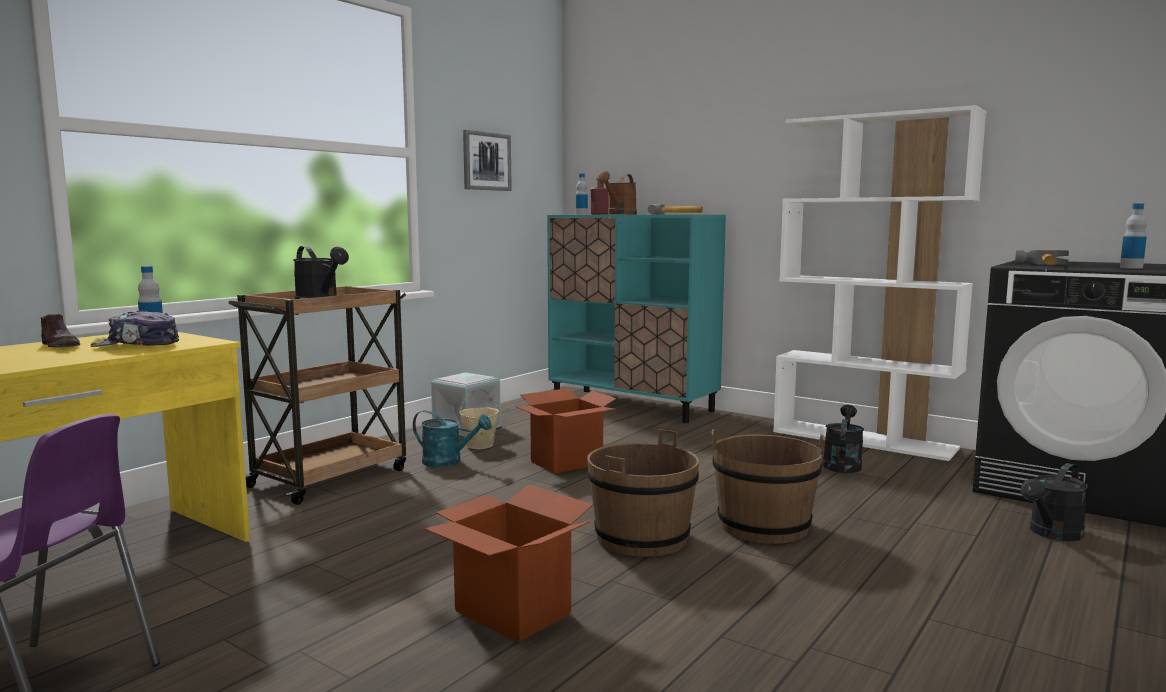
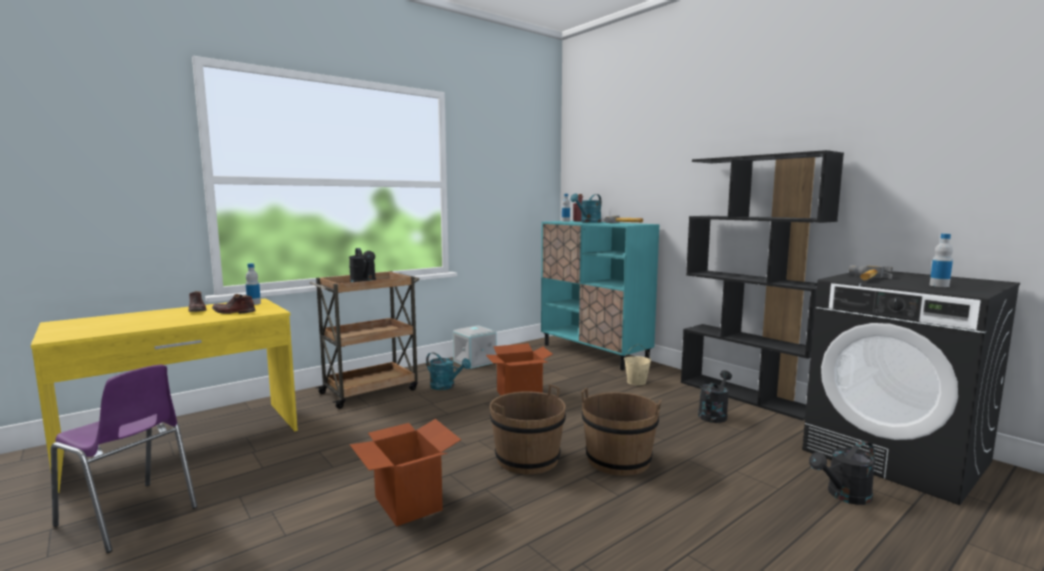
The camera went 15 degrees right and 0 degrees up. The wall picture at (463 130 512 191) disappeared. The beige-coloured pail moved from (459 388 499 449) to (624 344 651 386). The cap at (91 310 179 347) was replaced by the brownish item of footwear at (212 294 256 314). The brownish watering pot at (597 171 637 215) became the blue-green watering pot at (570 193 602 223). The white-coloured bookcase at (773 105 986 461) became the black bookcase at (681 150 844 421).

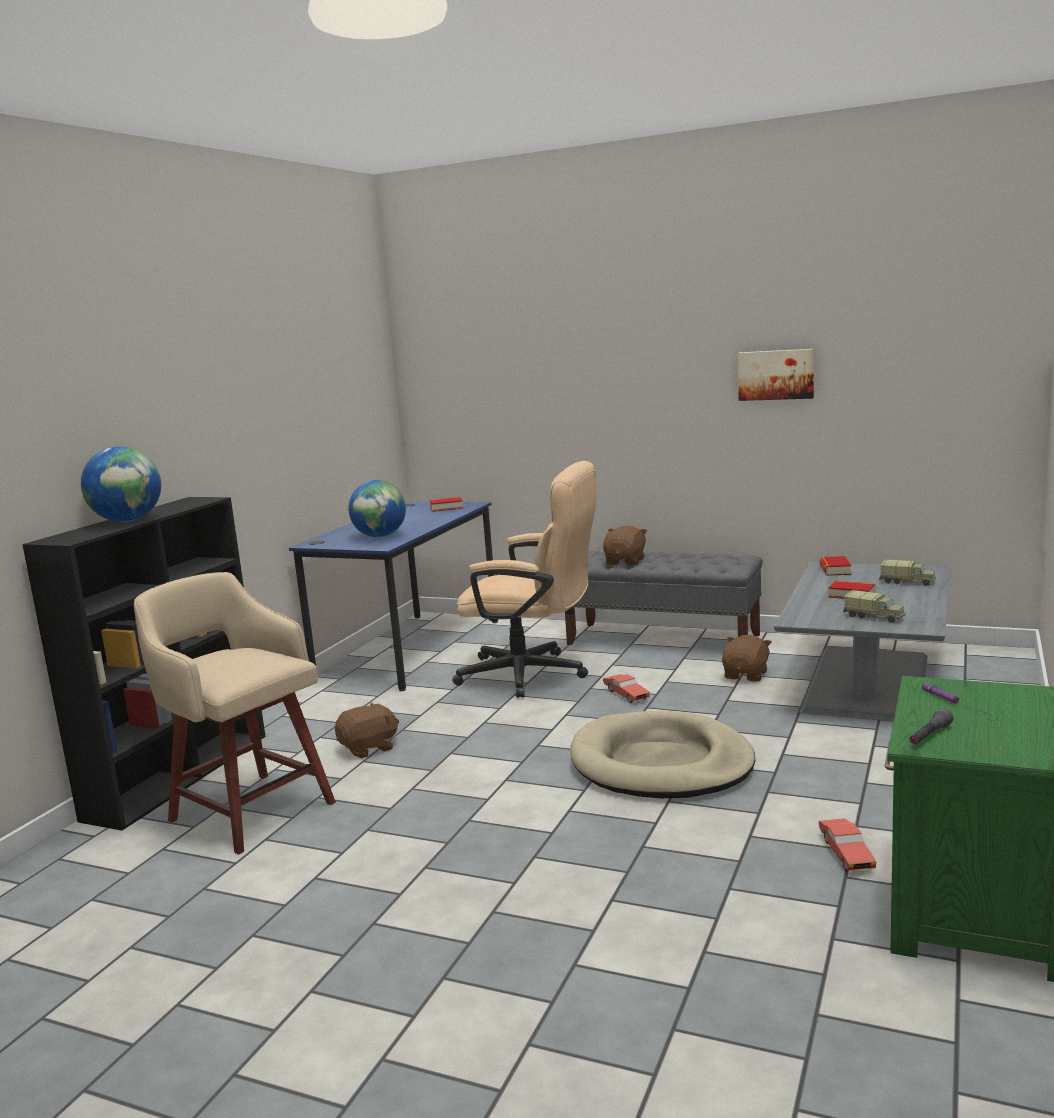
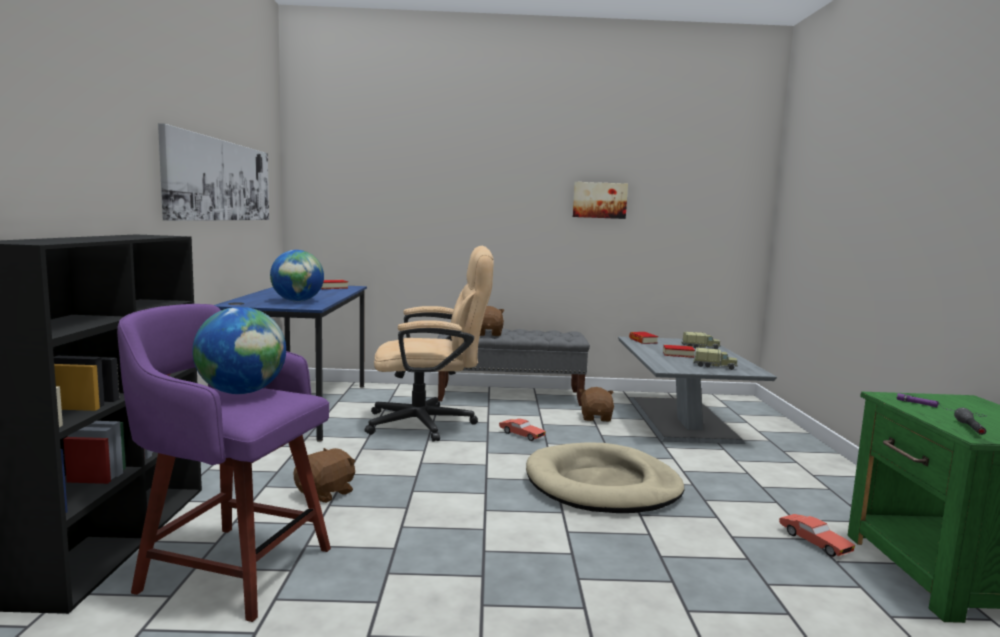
The camera went 25 degrees left and 5 degrees down. The wall picture at (158 123 269 221) appeared. The globe moved from (81 447 161 522) to (192 307 286 394). The beige-coloured stool at (134 572 336 855) became the purple-coloured stool at (117 304 331 622).

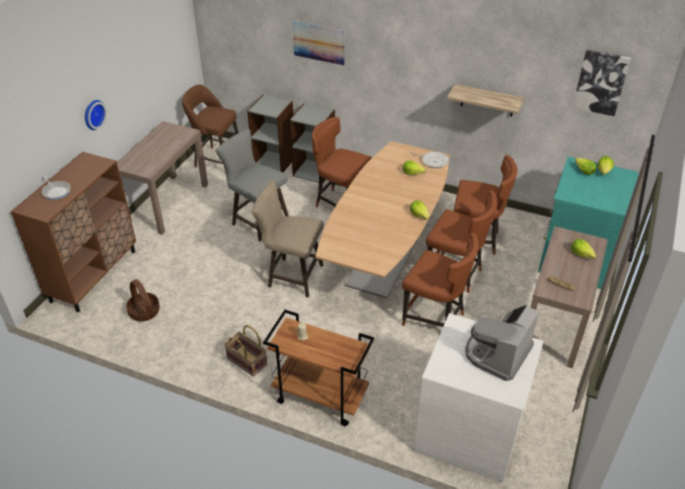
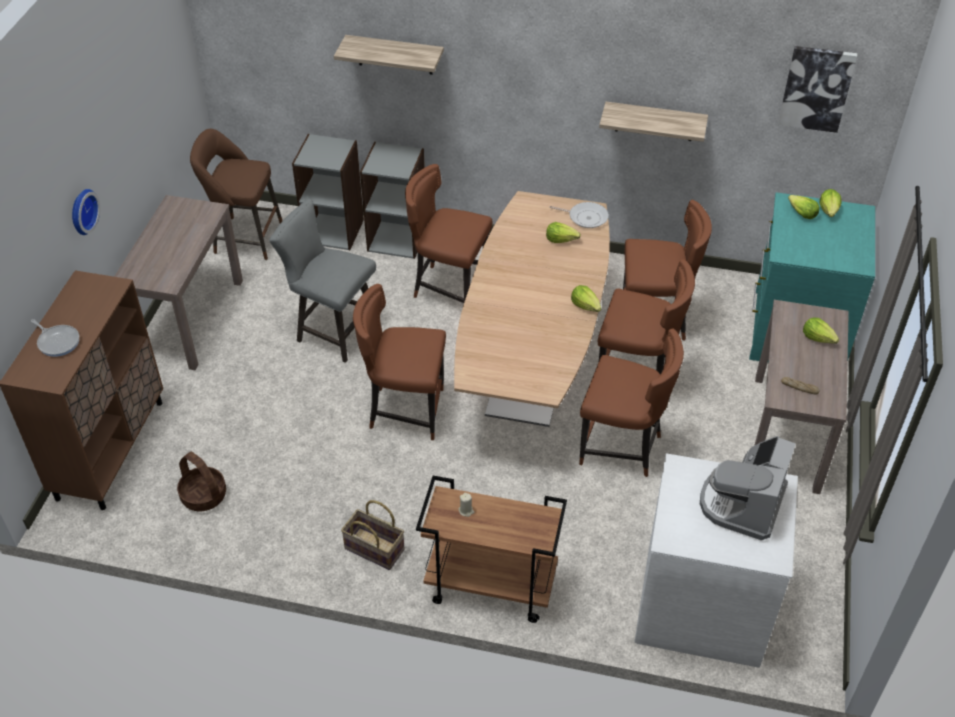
The camera went 10 degrees left and 5 degrees up. The beige-coloured stool at (252 181 324 297) was replaced by the brownish plain chair at (353 284 446 440). The wall picture at (293 21 345 65) was replaced by the wall shelf at (334 35 444 75).

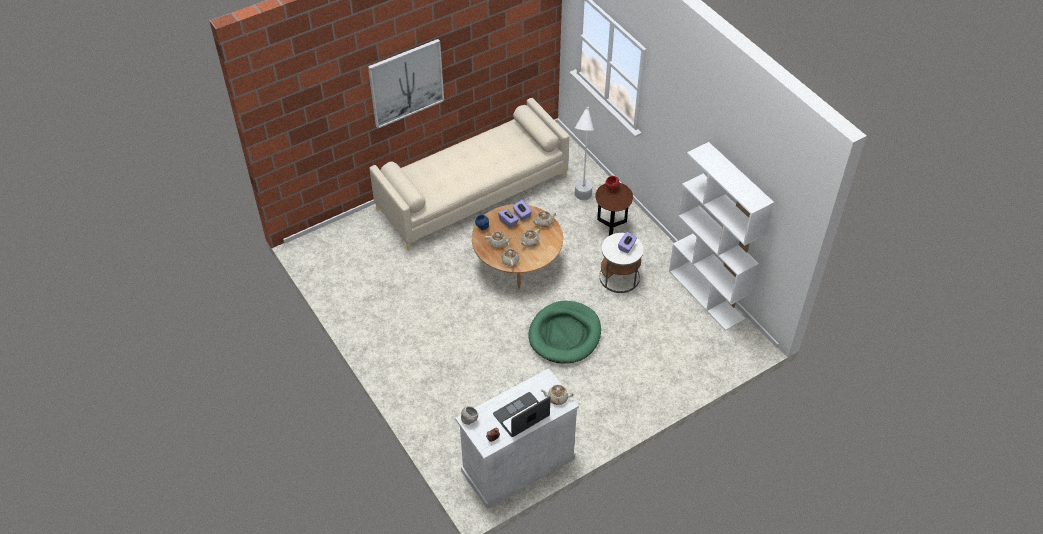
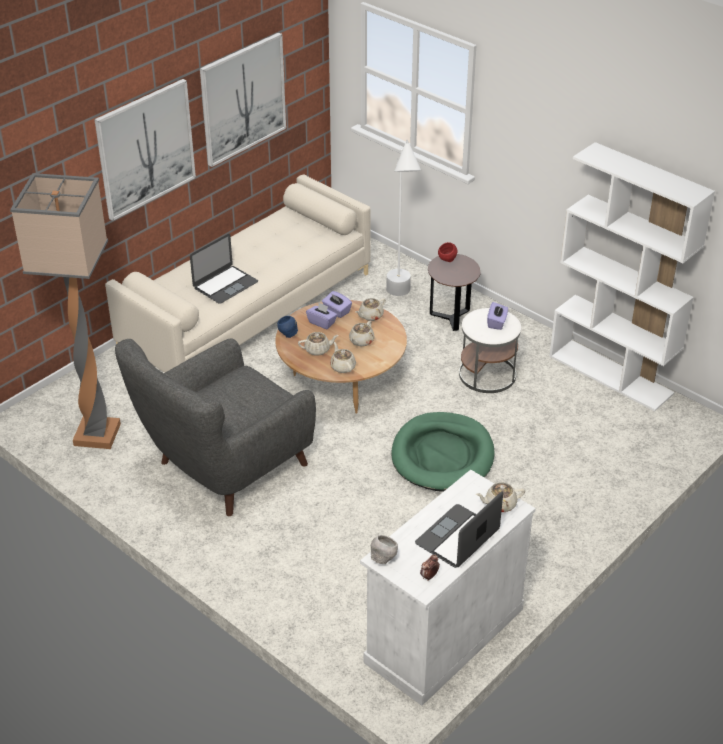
The camera went 15 degrees left and 10 degrees down. The standard lamp at (10 173 121 449) appeared. The grey armchair at (115 339 316 516) appeared. The laptop at (190 234 258 304) appeared. The wall picture at (200 33 286 167) appeared.

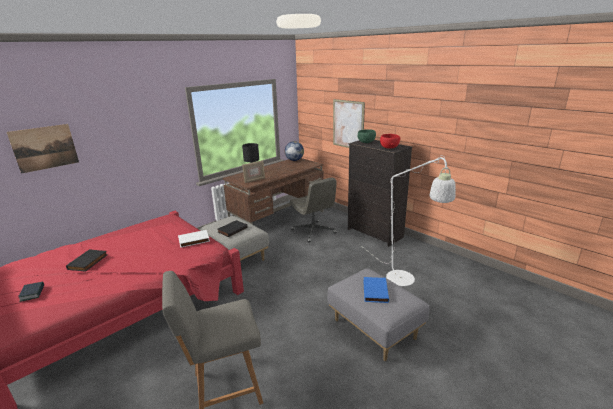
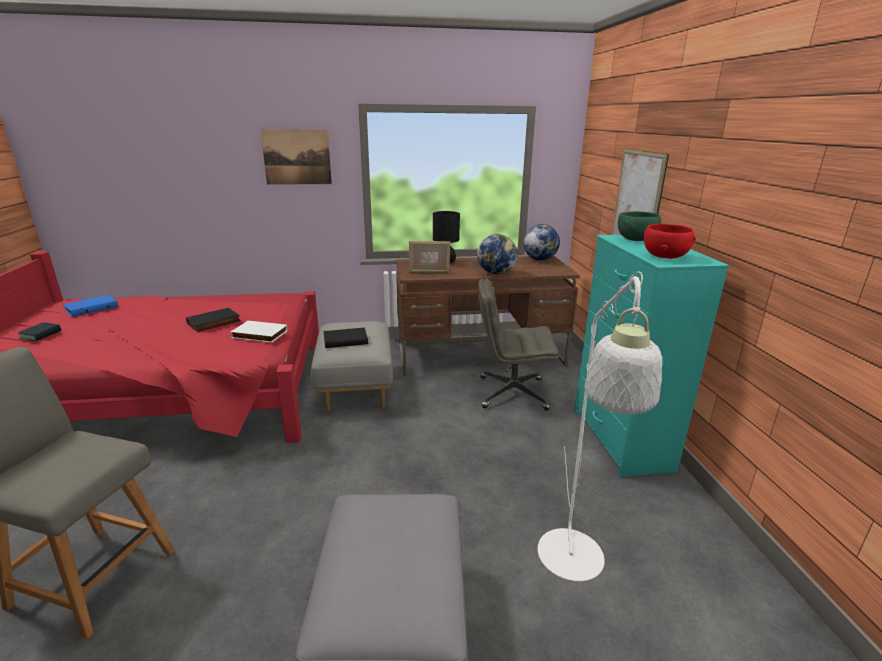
The camera went 35 degrees right and 0 degrees up. The globe at (477 234 517 274) appeared. The wall picture moved from (7 124 79 174) to (260 130 332 185). The black bound book moved from (66 249 108 272) to (186 308 241 332). The blue-coloured bound book moved from (363 277 389 303) to (63 295 118 317). The black drawer chest at (348 140 412 247) became the blue-green drawer chest at (574 235 729 477). The grey computer chair at (289 177 337 242) turned 90 degrees clockwise.

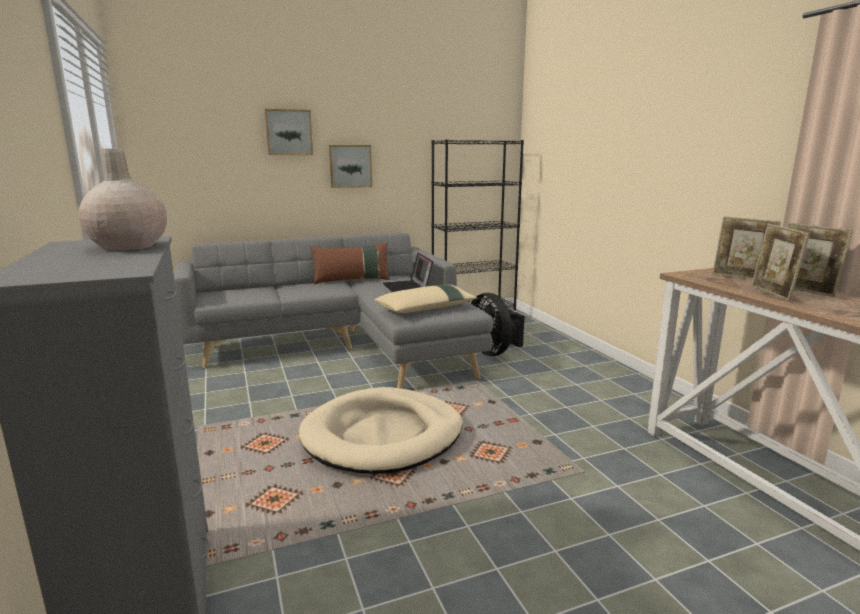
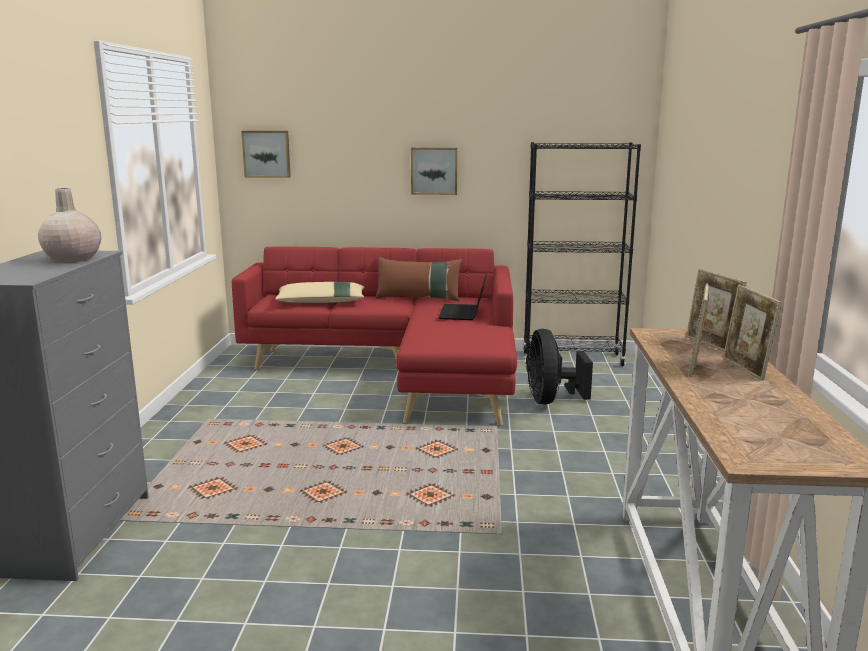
The camera went 25 degrees right and 0 degrees up. The beige-coloured dog cushion at (299 387 463 474) disappeared. The wall picture moved from (265 109 313 155) to (241 131 291 178). The beige-coloured throw pillow moved from (375 284 477 313) to (275 282 365 303). The grey couch at (174 233 493 389) became the red-coloured couch at (232 246 517 426).

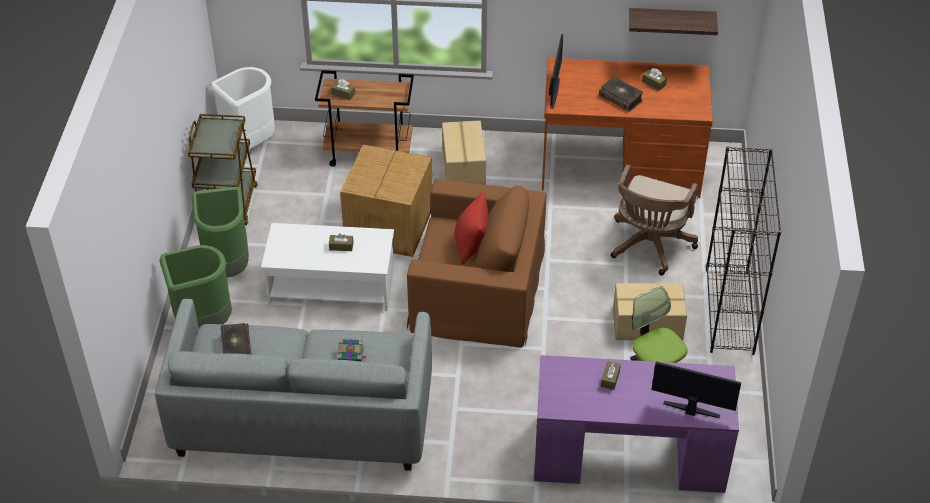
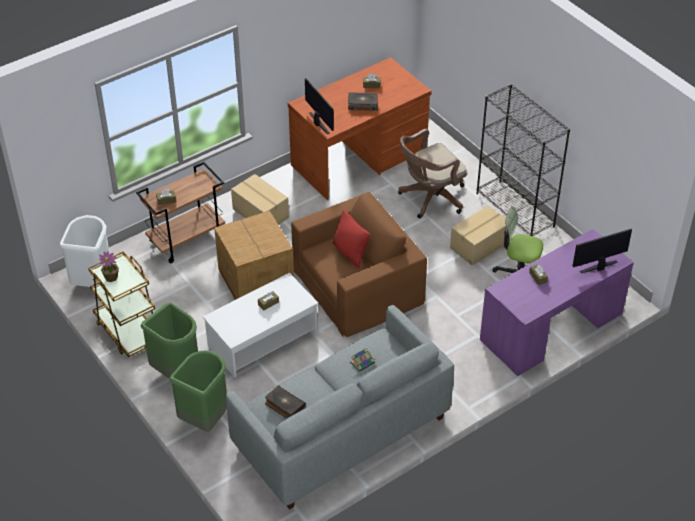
The camera went 40 degrees left and 0 degrees up. The wall shelf at (629 8 718 35) disappeared. The plant in a pot at (99 251 119 282) appeared. The brownish computer chair at (611 164 698 275) turned 75 degrees clockwise.

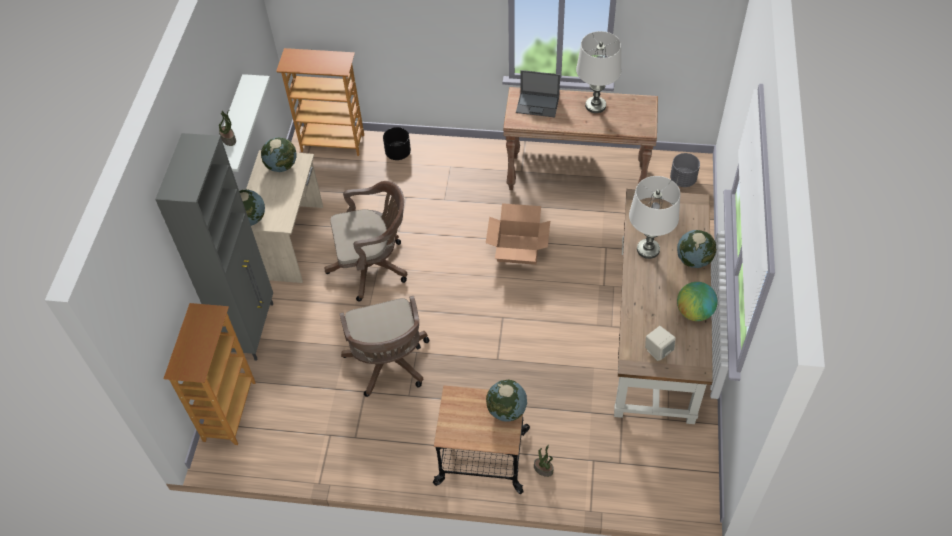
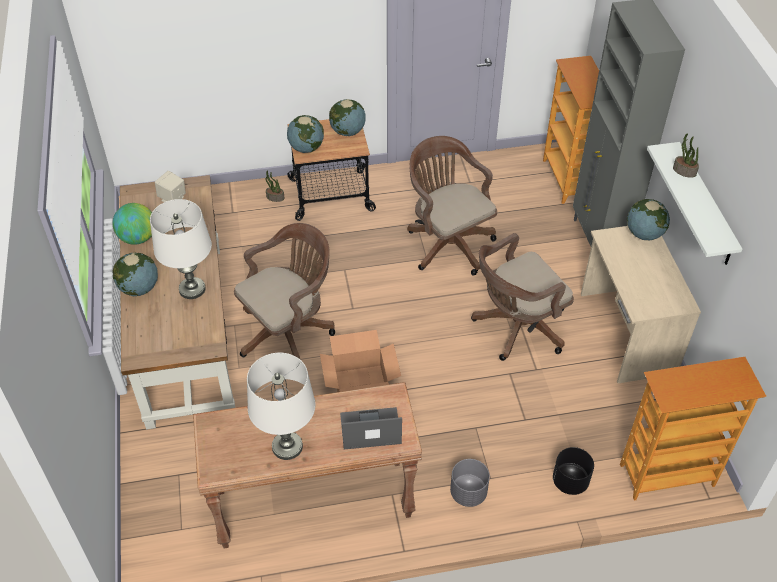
The camera went 160 degrees right and 5 degrees down. The brownish computer chair at (234 223 335 360) appeared. The globe moved from (261 137 297 172) to (329 99 366 136). The grey flower pot moved from (670 153 700 187) to (450 459 490 507).

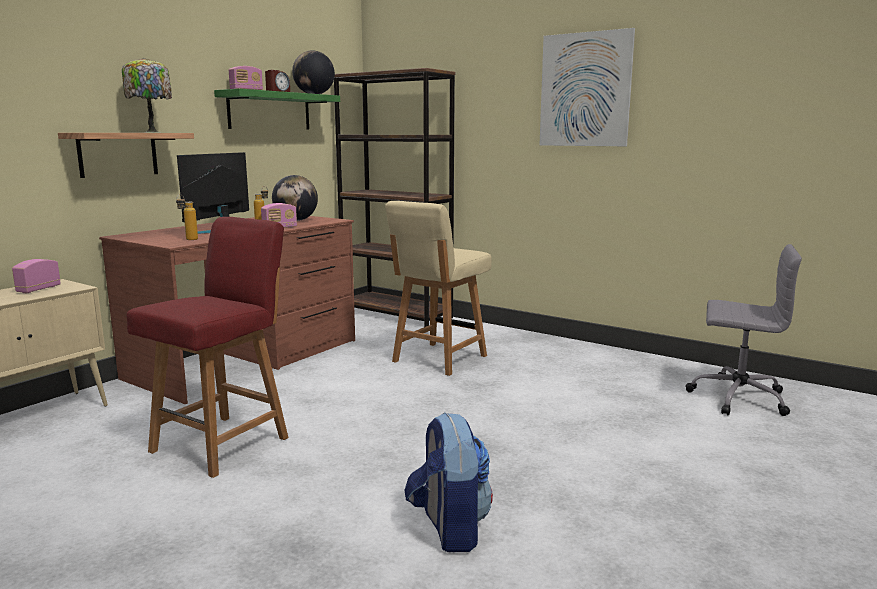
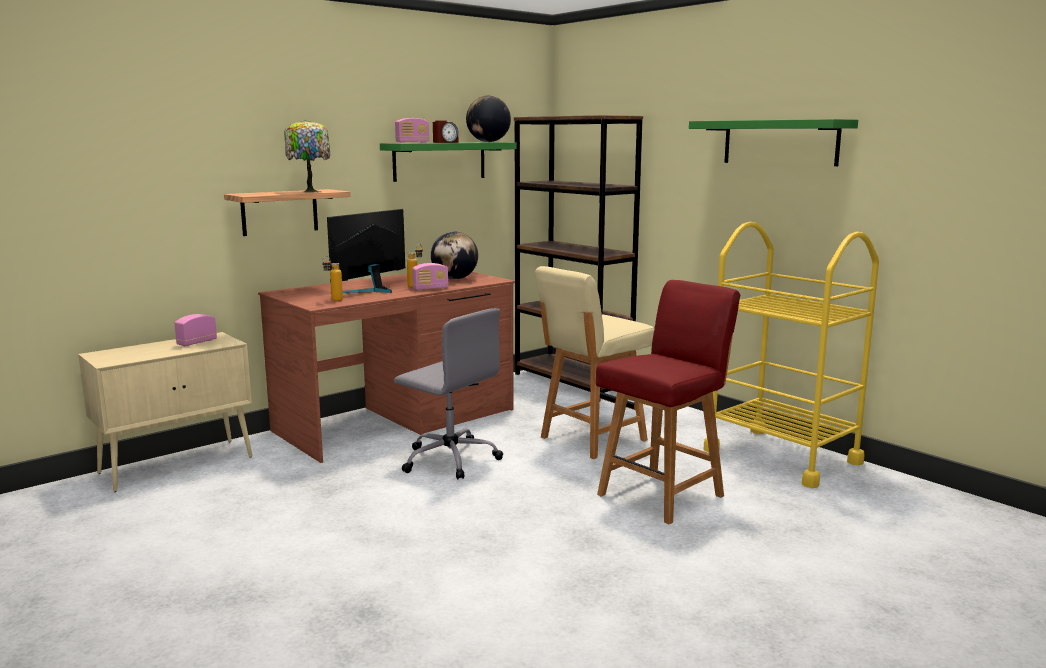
The camera went 15 degrees right and 0 degrees up. The knapsack at (404 412 493 552) disappeared. The yellow wheeled cart at (703 222 879 488) appeared. The red-coloured plain chair moved from (127 217 288 478) to (596 280 740 525). The grey computer chair moved from (686 244 802 416) to (394 308 503 479). The wall picture at (540 28 635 146) was replaced by the green wall shelf at (689 119 858 166).

